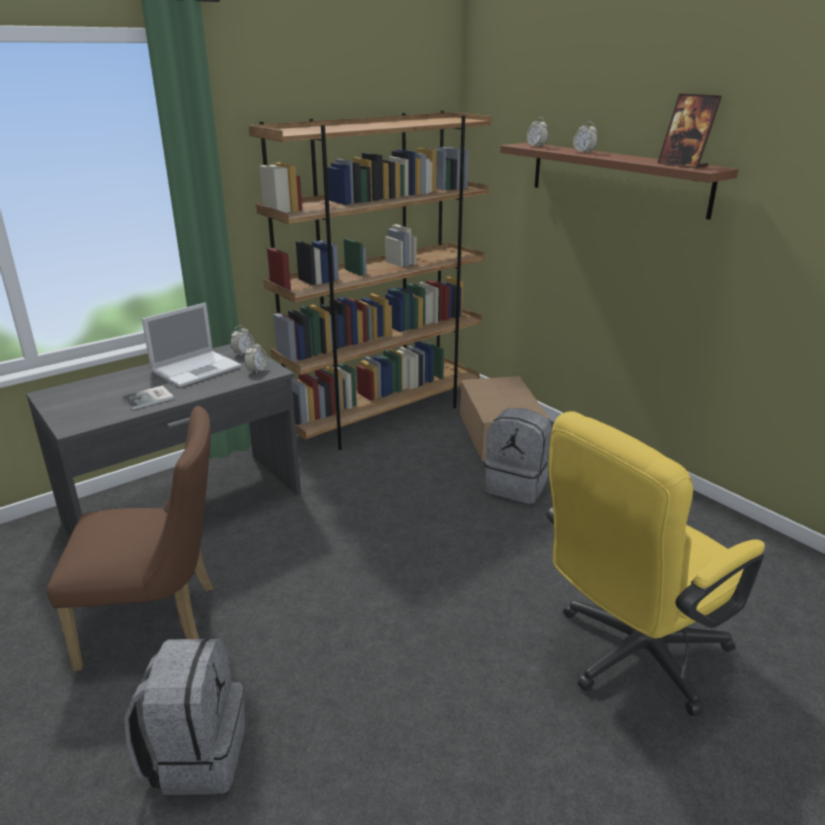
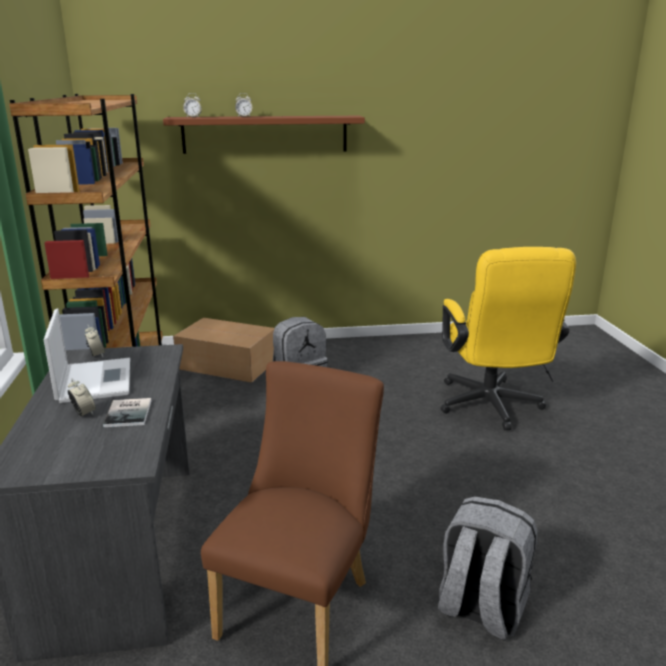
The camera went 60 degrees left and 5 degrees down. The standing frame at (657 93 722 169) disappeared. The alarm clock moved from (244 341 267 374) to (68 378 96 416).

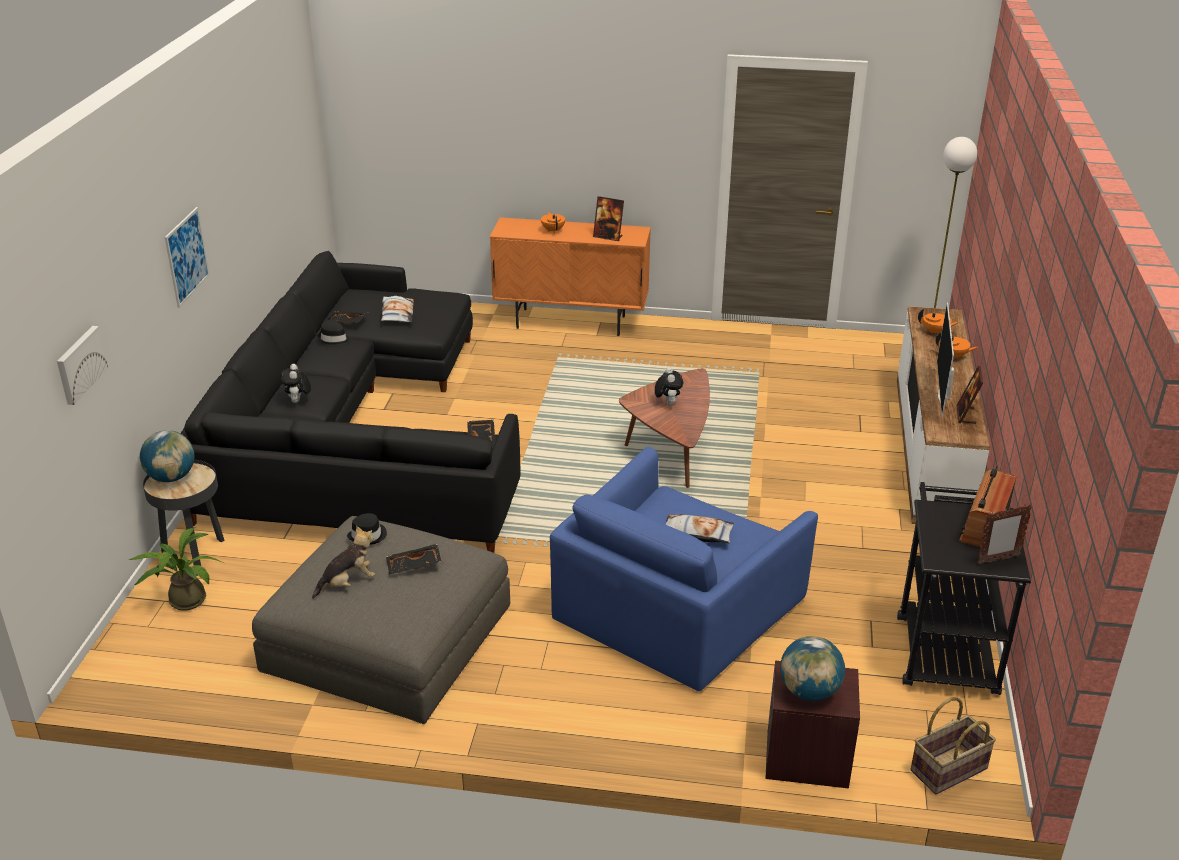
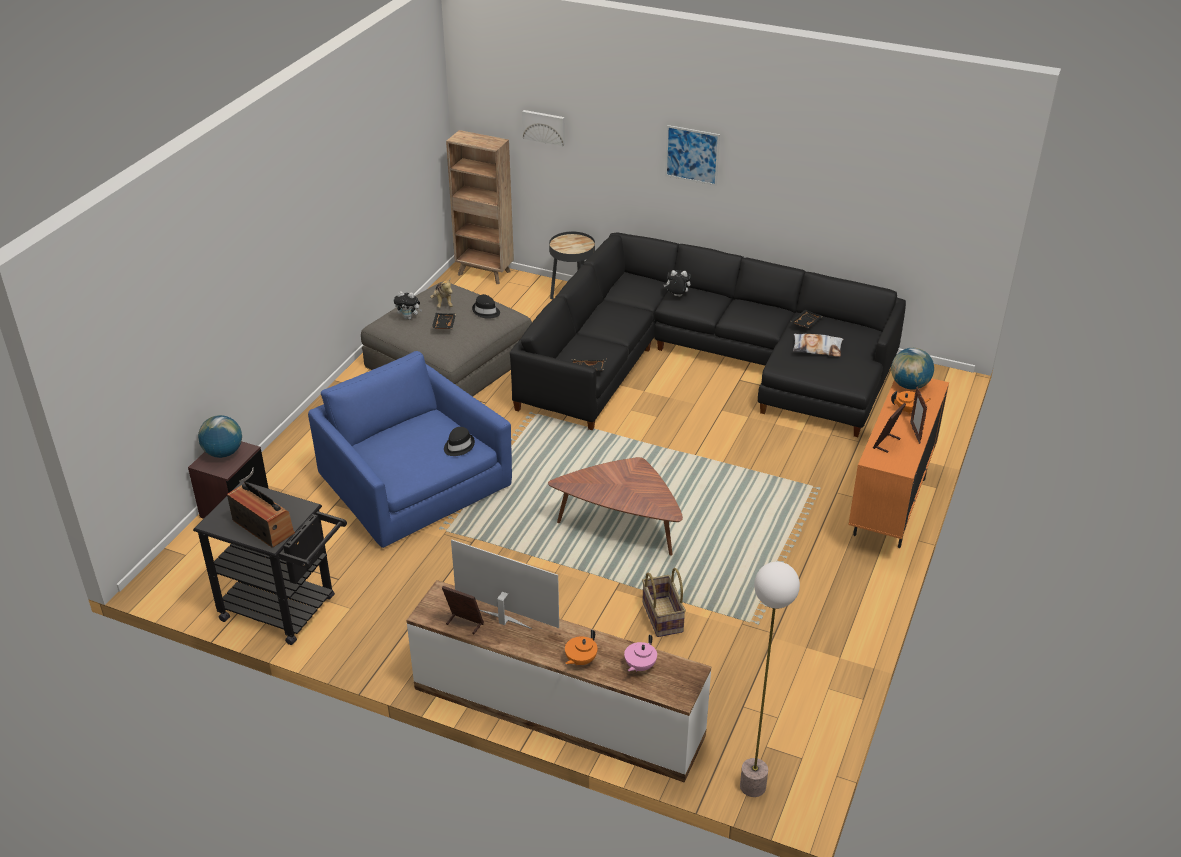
The camera went 105 degrees right and 5 degrees up. The plant in a pot at (129 527 224 611) disappeared. The throw pillow at (666 514 734 543) disappeared. The brownish bookcase at (446 130 514 284) appeared. The globe moved from (140 430 195 482) to (891 348 934 390). The black clothing hat moved from (317 320 351 347) to (444 427 475 456). The soft toy moved from (655 367 684 405) to (394 291 422 320). The basket moved from (910 697 996 794) to (642 568 686 637). The standing frame moved from (977 504 1033 565) to (910 387 927 444). The orangey tea pot at (918 309 959 334) became the pink tea pot at (624 635 657 672).

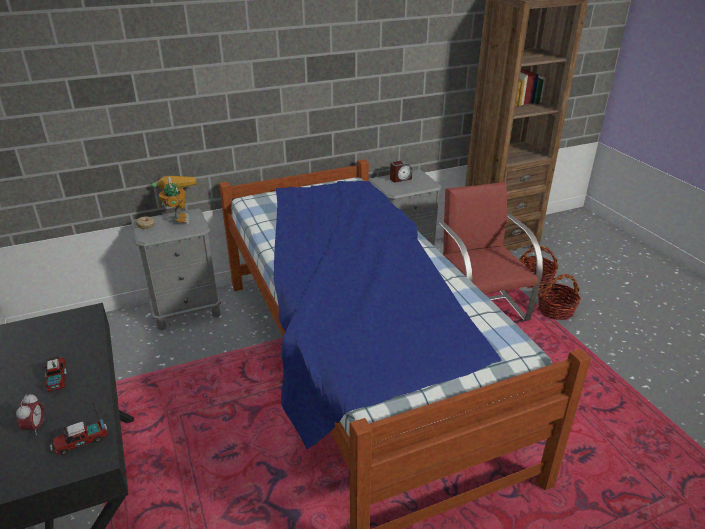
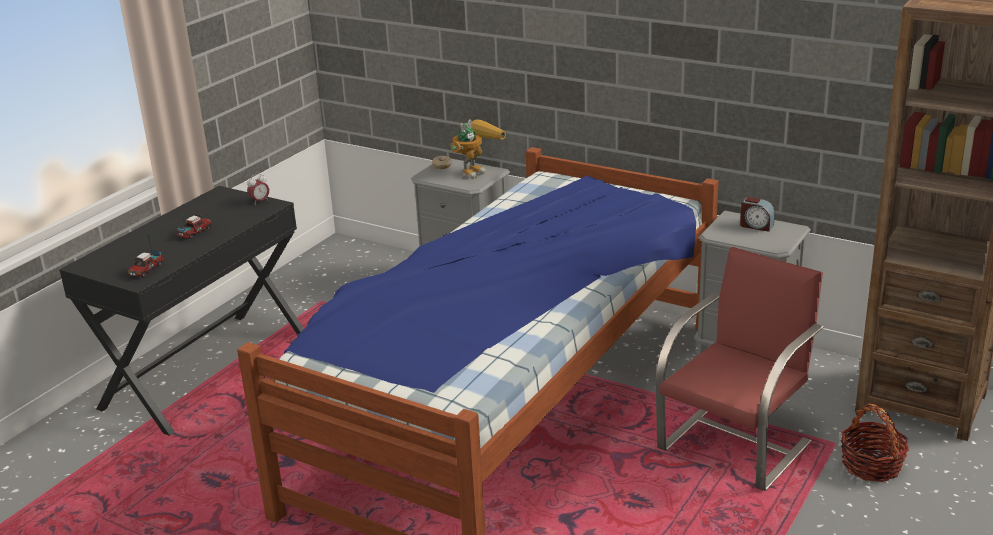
The camera went 55 degrees right and 5 degrees down. The basket at (538 274 581 320) disappeared. The alarm clock moved from (16 393 45 435) to (247 174 269 205). The toy truck at (50 401 108 455) turned 90 degrees counterclockwise.

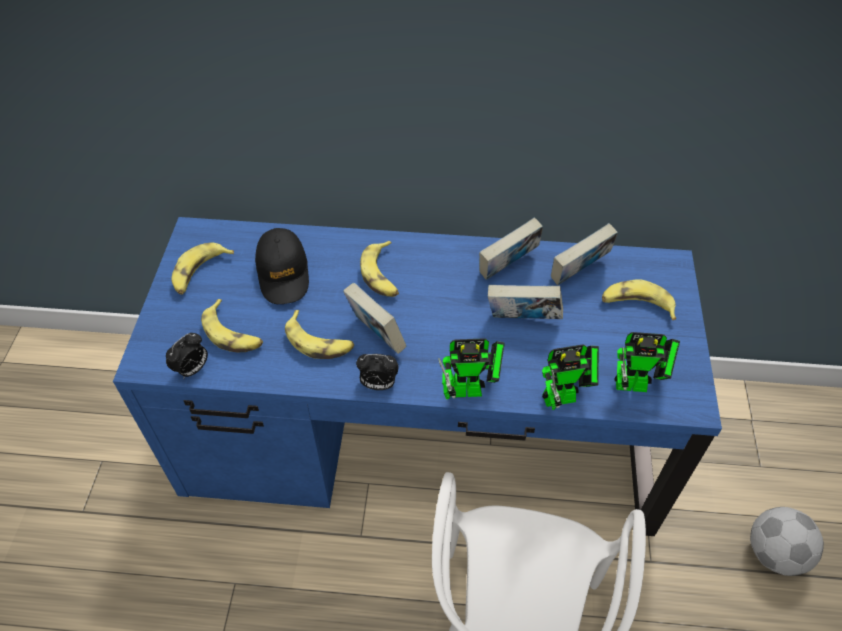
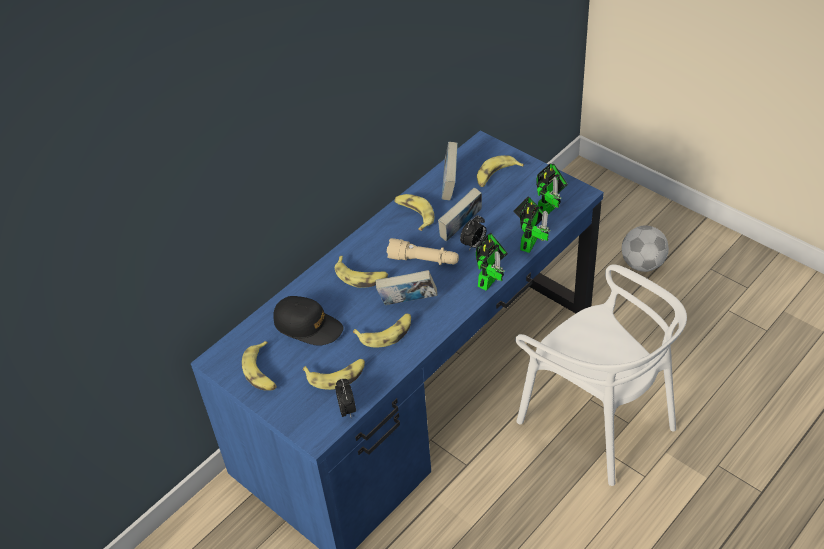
The camera went 50 degrees left and 5 degrees down. The beige-coloured flashlight at (387 238 459 265) appeared. The alarm clock moved from (356 354 398 390) to (460 215 486 250). The bound book at (479 217 543 280) was replaced by the banana at (394 194 434 231).

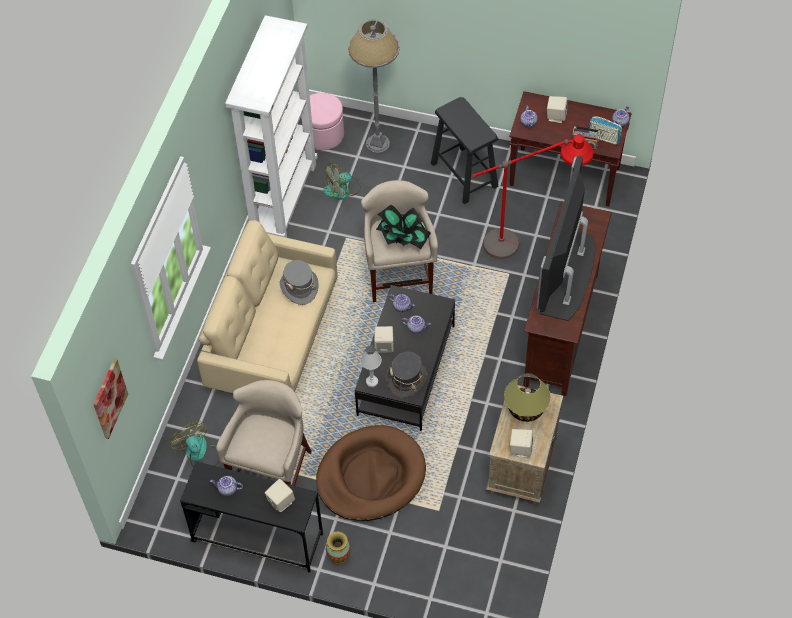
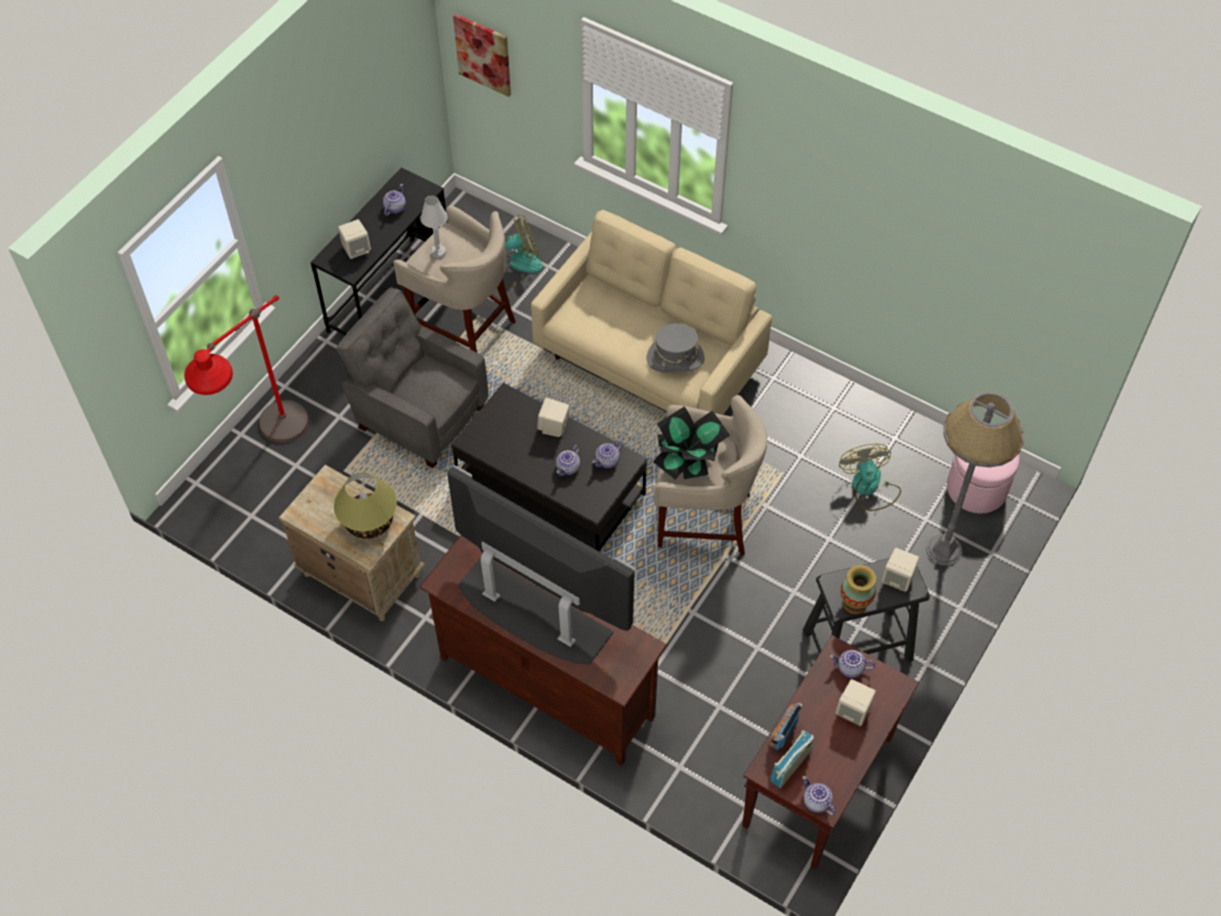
The camera went 105 degrees right and 0 degrees up. The white-coloured bookcase at (225 15 318 238) disappeared. The grey clothing hat at (386 351 427 398) disappeared. The flower vase moved from (326 532 351 565) to (840 565 876 614). The white-coloured table lamp moved from (360 345 382 387) to (420 196 448 258). The red-coloured standard lamp moved from (472 134 594 259) to (184 295 309 443). The beige-coloured loudspeaker moved from (510 429 533 458) to (881 548 919 591). The brownish dog cushion at (316 425 426 521) was replaced by the grey armchair at (336 287 488 468).

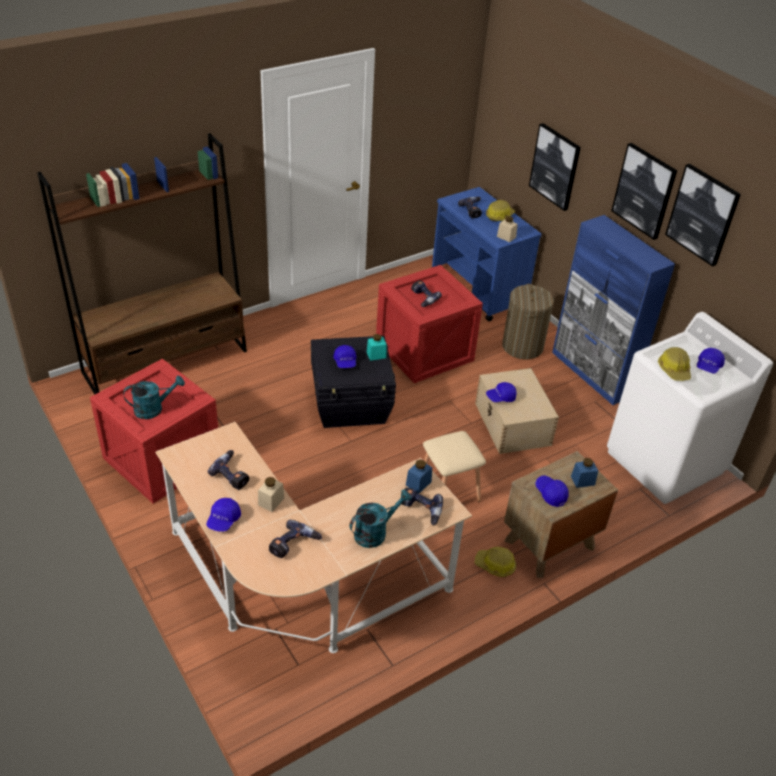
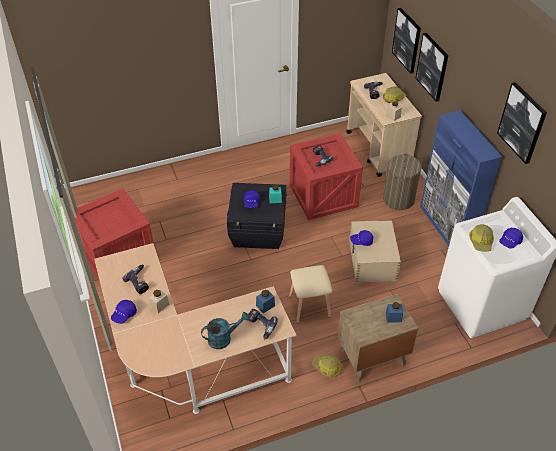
The camera went 15 degrees right and 5 degrees up. The brownish bookcase at (37 133 247 395) disappeared. The blue-green watering pot at (123 376 185 419) disappeared. The power drill at (269 520 322 558) disappeared. The blue-coloured cap at (535 476 569 507) disappeared. The wall picture moved from (611 143 677 240) to (392 8 421 74). The blue-coloured wheeled cart at (432 187 542 321) became the beige-coloured wheeled cart at (346 73 422 177).

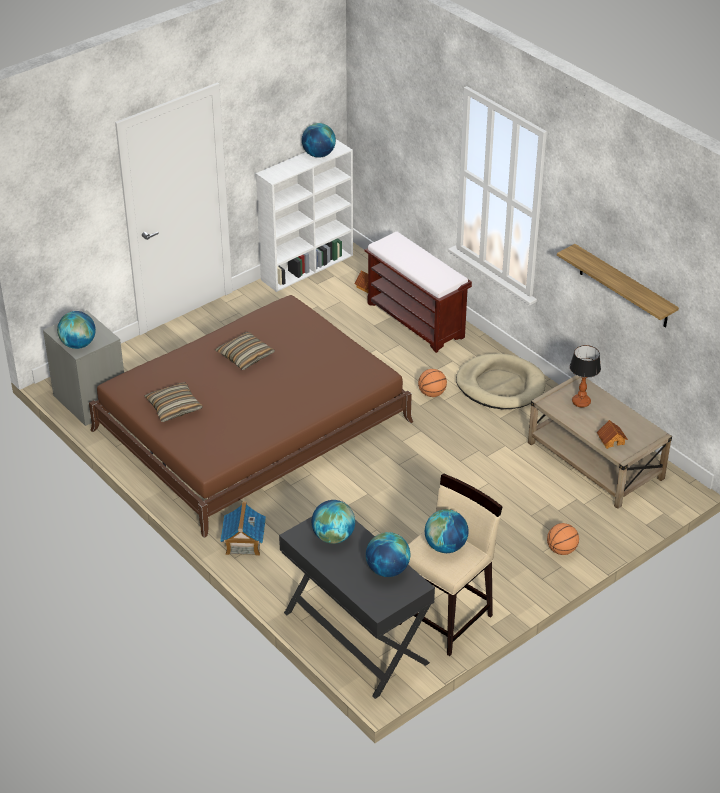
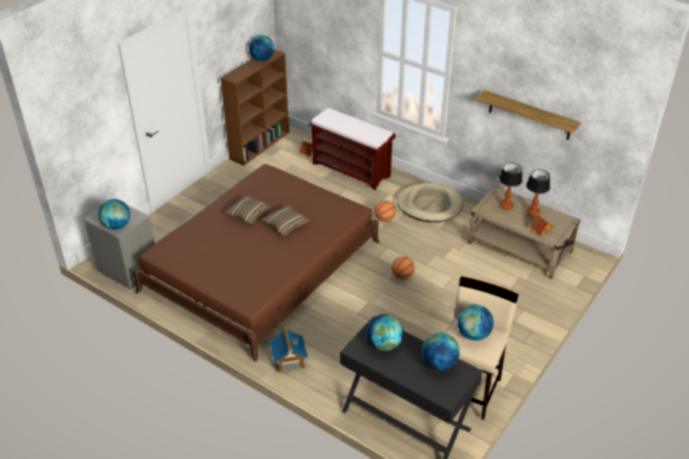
The camera went 15 degrees left and 0 degrees up. The table lamp at (526 169 550 217) appeared. The throw pillow moved from (144 382 203 422) to (262 205 309 236). The ball for basketball moved from (547 523 579 555) to (392 256 415 279). The white-coloured bookcase at (256 139 353 292) became the brownish bookcase at (220 49 289 166).

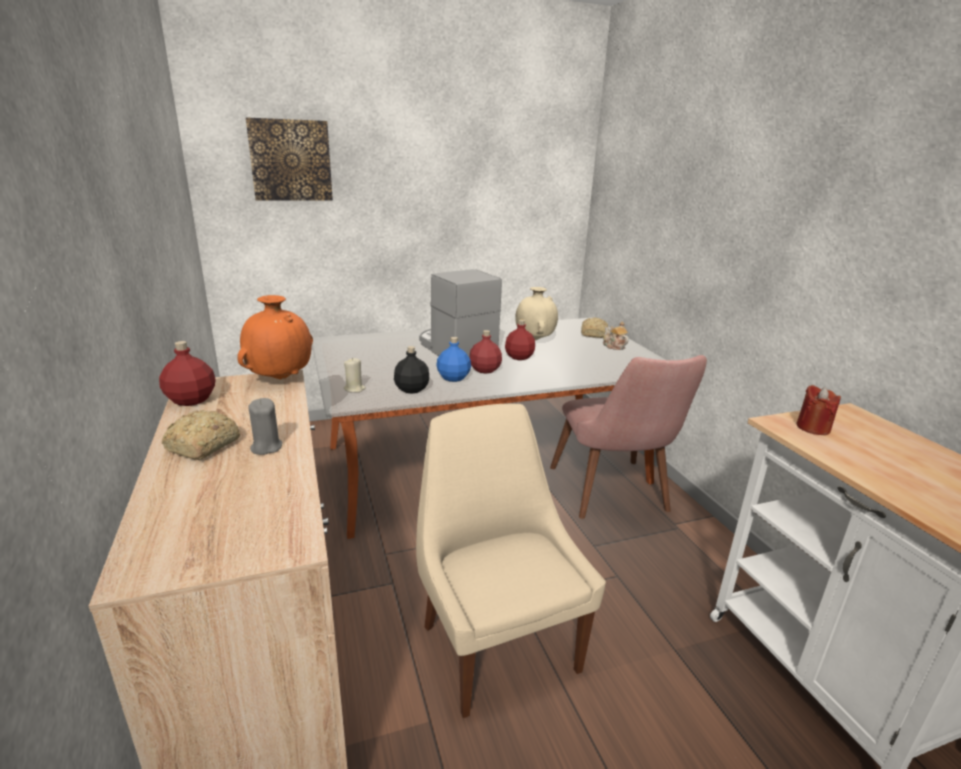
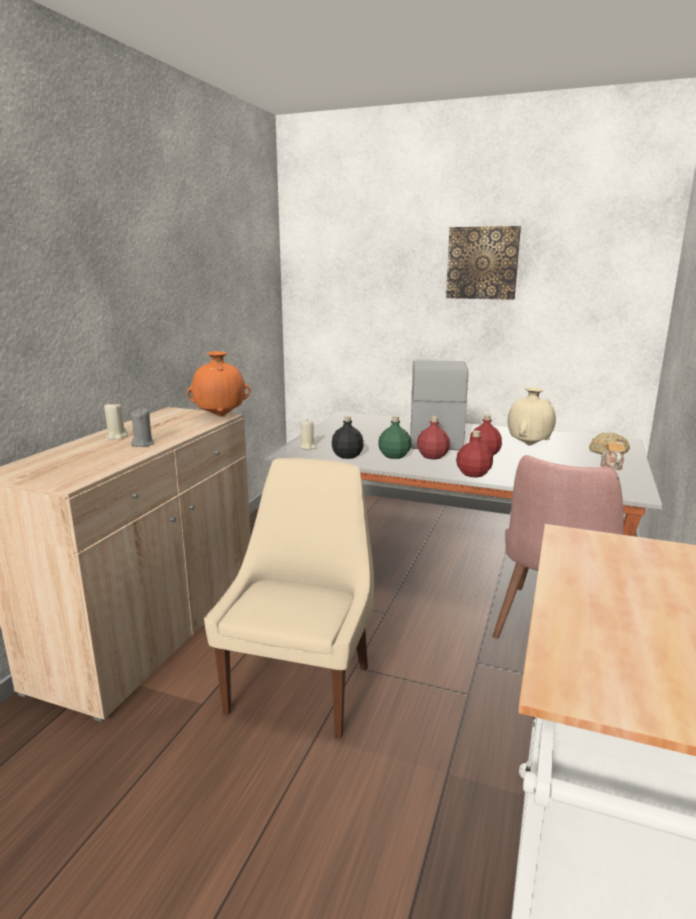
The camera went 40 degrees right and 5 degrees down. The red-coloured wax candle at (796 385 841 435) disappeared. The red-coloured beverage bottle moved from (159 341 216 406) to (456 430 493 477). The wall picture moved from (246 117 333 201) to (446 226 521 300). The baked bread at (162 410 240 460) was replaced by the beige-coloured wax candle at (104 403 128 440). The blue-coloured beverage bottle at (436 337 471 382) became the green beverage bottle at (378 416 412 459).

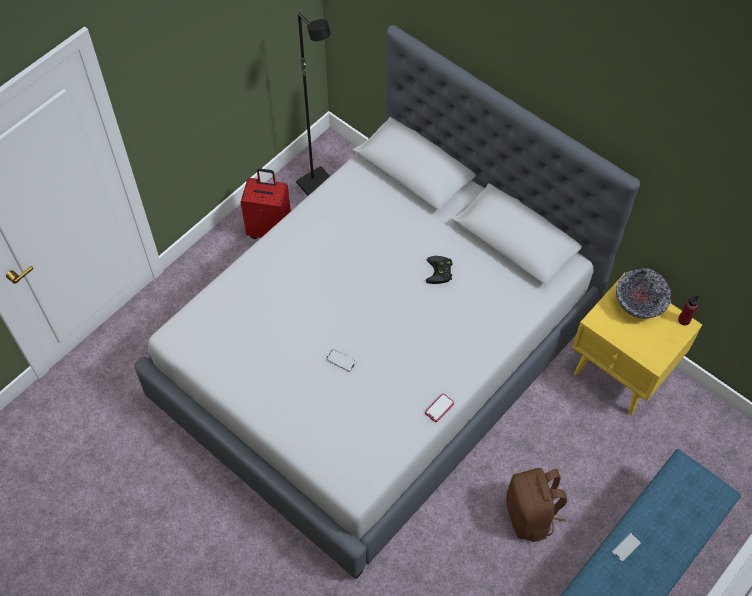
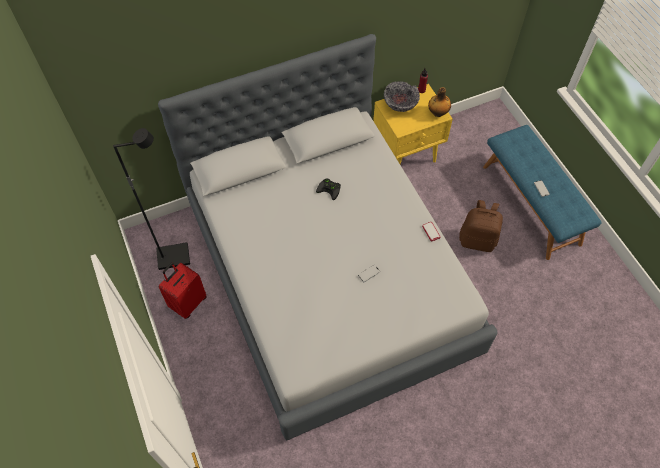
The camera went 65 degrees left and 0 degrees up. The beverage bottle at (428 87 451 117) appeared.

